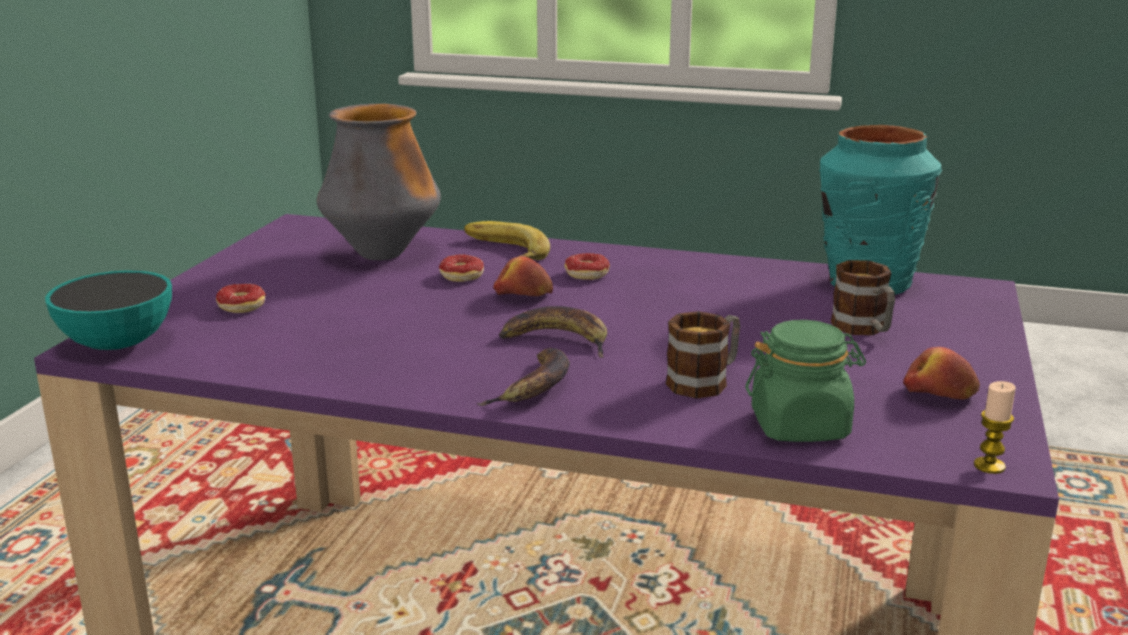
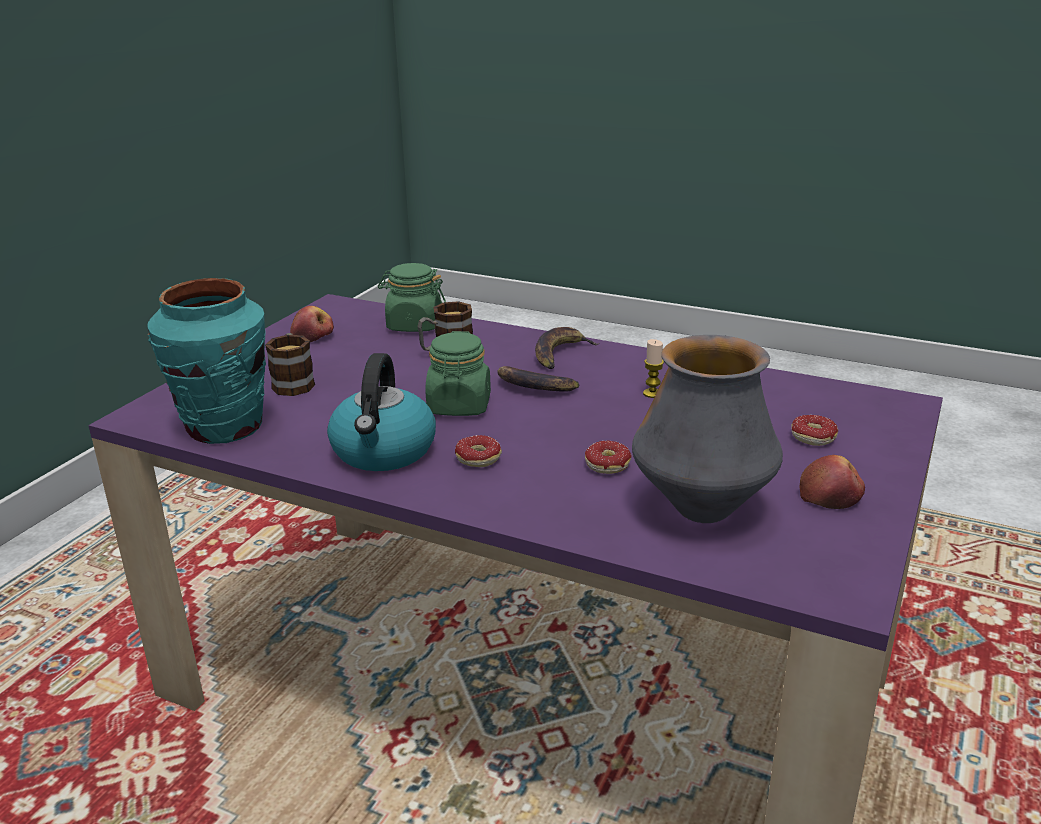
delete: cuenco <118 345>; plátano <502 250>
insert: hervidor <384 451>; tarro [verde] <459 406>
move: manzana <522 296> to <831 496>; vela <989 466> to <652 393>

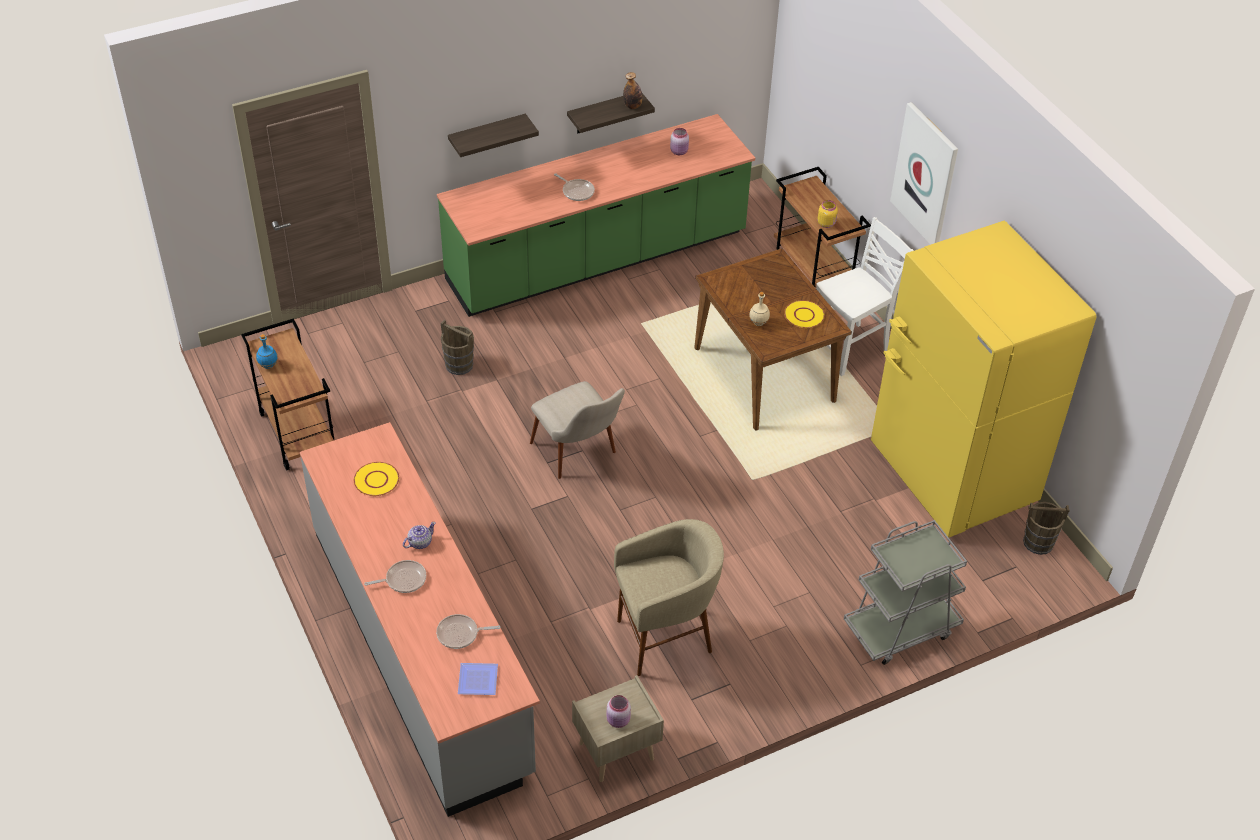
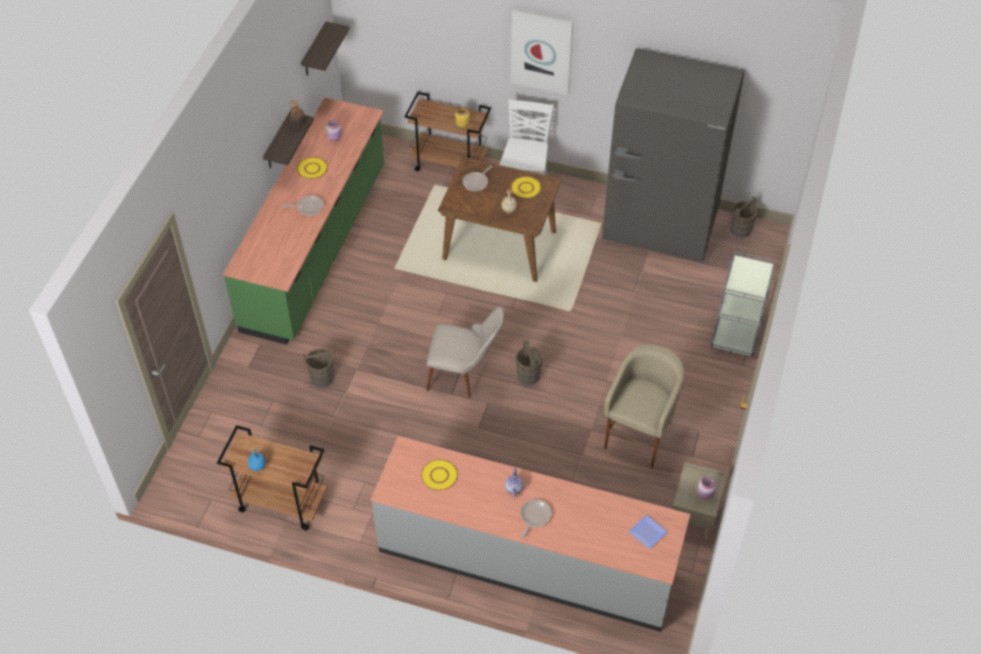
insert: plato [amarillo] <312 168>; cubo [marrón] <528 376>
move: sartén <460 634> to <476 182>; estante <487 136> to <314 51>
recolor: nevera [amarillo] <951 475> to nevera [gris] <660 227>

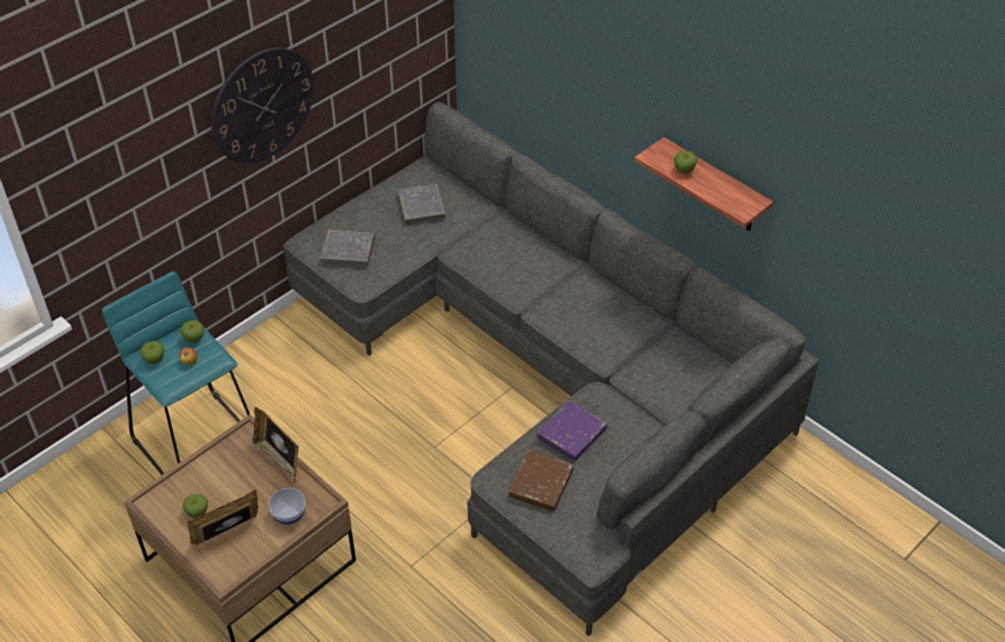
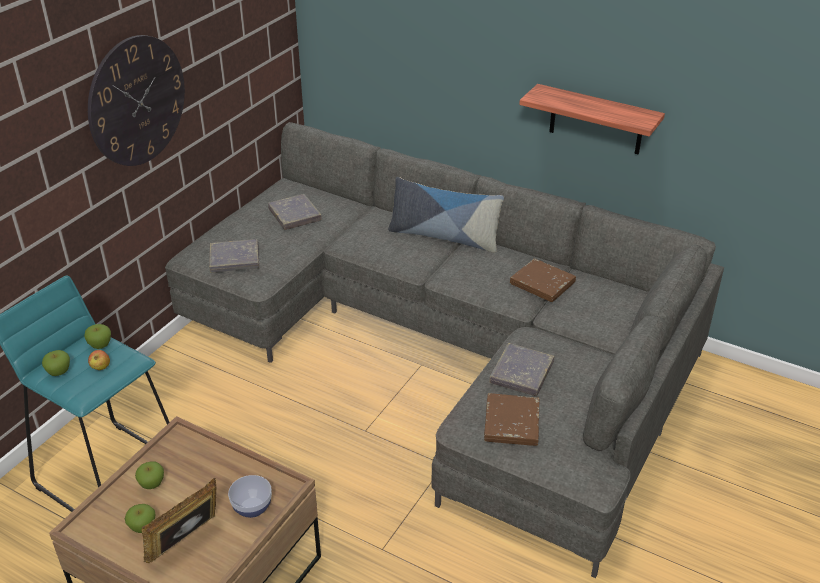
delete: portarretratos <279 460>
insert: cojín <444 236>; libro [marrón] <542 283>
move: manzana <684 170> to <152 484>
recolor: libro [morado] <572 433> to libro [gris] <521 373>

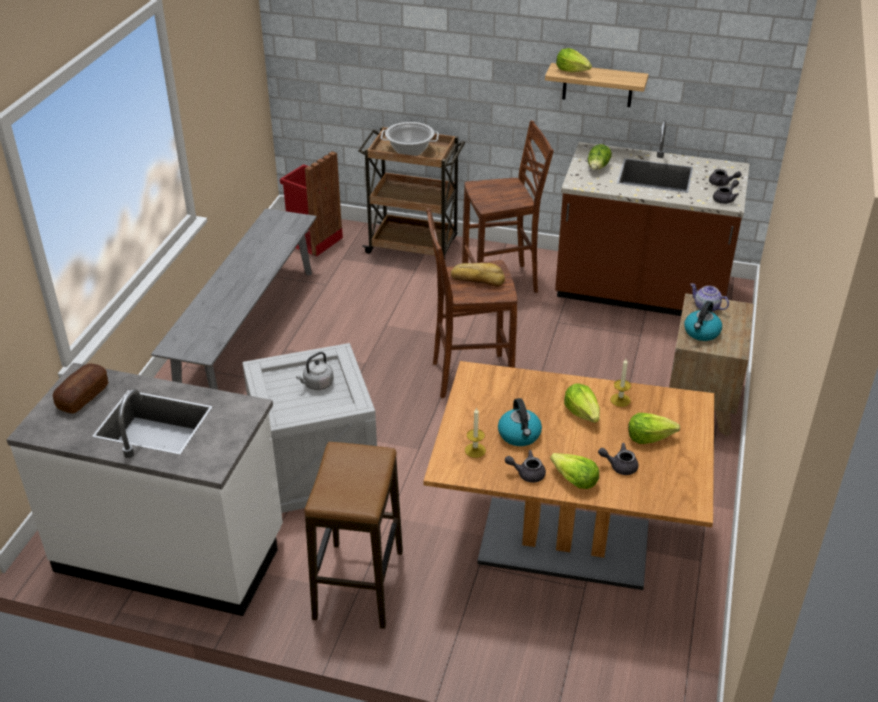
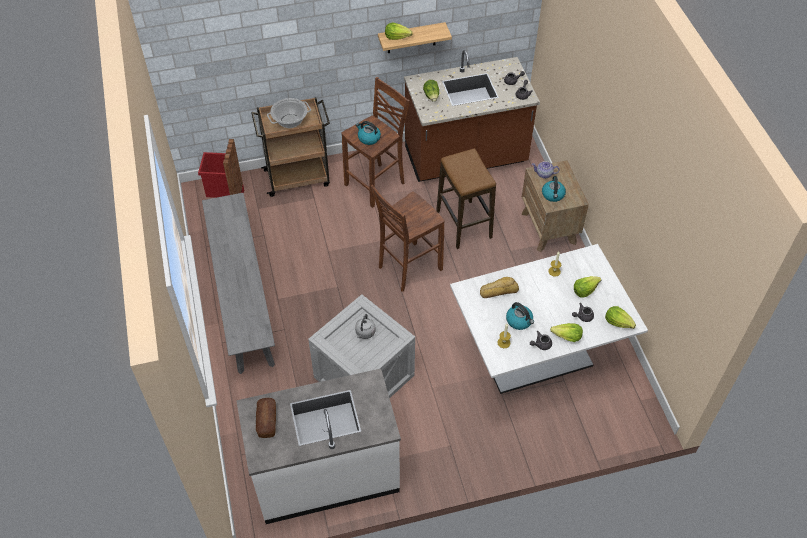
insert: hervidor <368 138>
move: taburete <358 584> to <463 224>; pan <478 279> to <498 290>; lechuga <582 413> to <618 322>
recolor: mesa de comedor [marrón] <564 543> to mesa de comedor [blanco] <536 358>

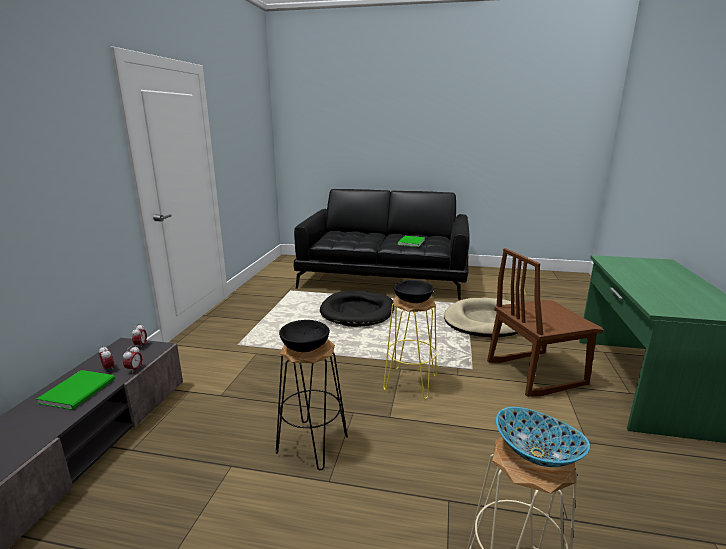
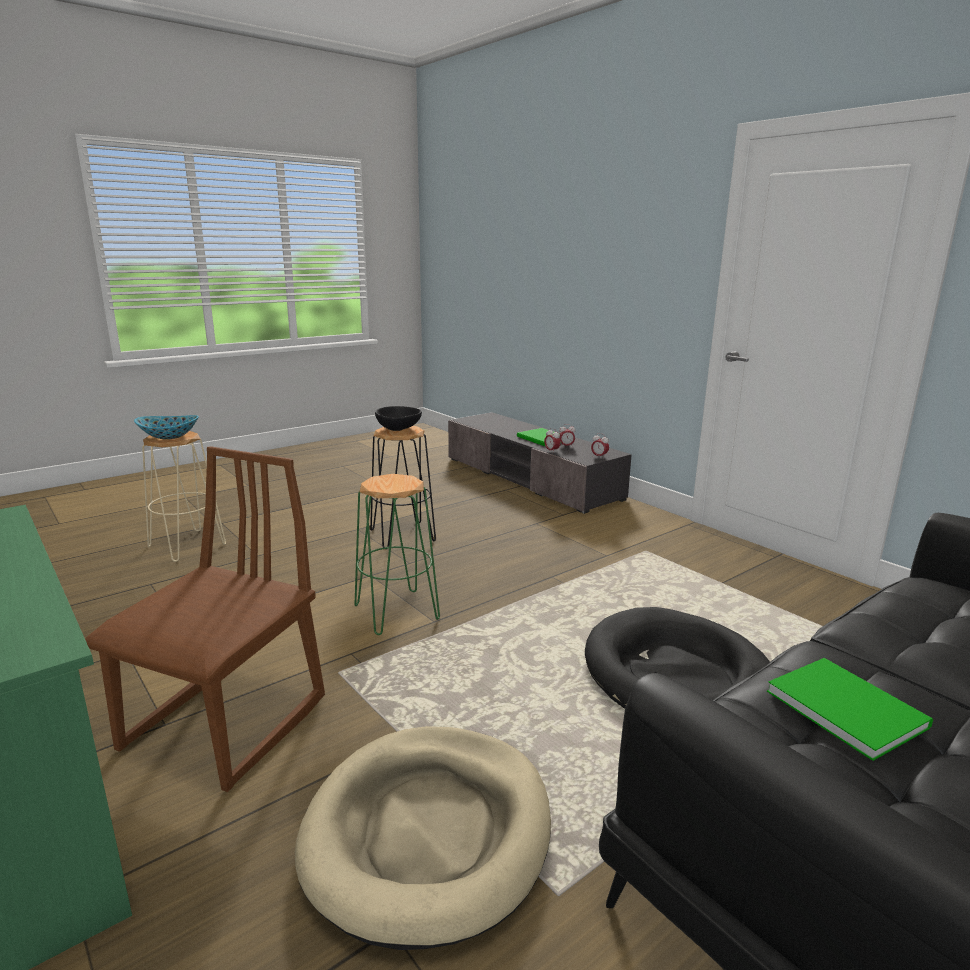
delete: cuenco [negro] <412 301>
recolor: taburete [amarillo] <410 383> to taburete [verde] <396 612>

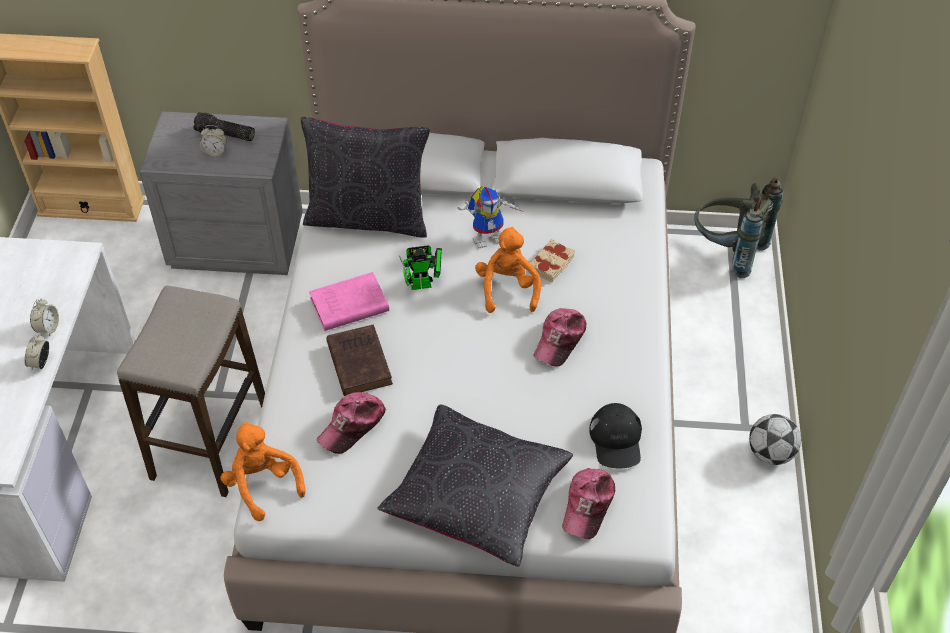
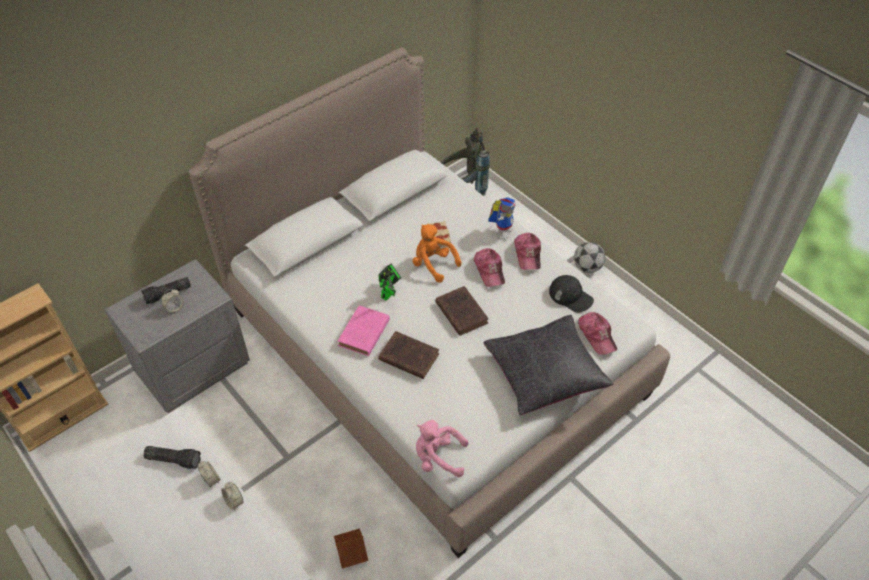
delete: taburete <211 441>; cojín [negro] <368 217>
insert: linterna <174 459>; casita <350 551>; libro [marrón] <460 312>
move: gorra <352 426> to <528 254>; robot de juguete <489 236> to <502 231>
recolor: peluche [naranja] <263 484> to peluche [rosa] <438 457>

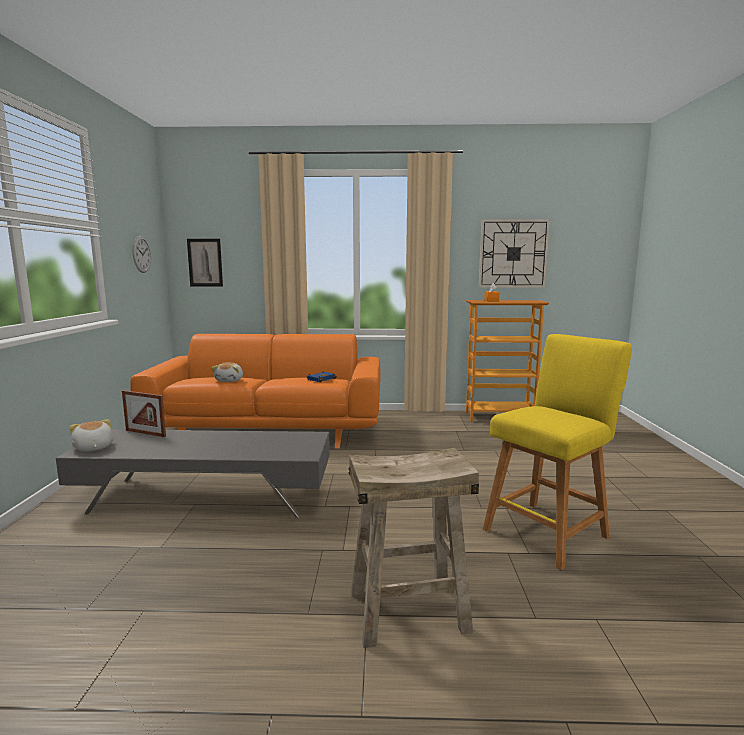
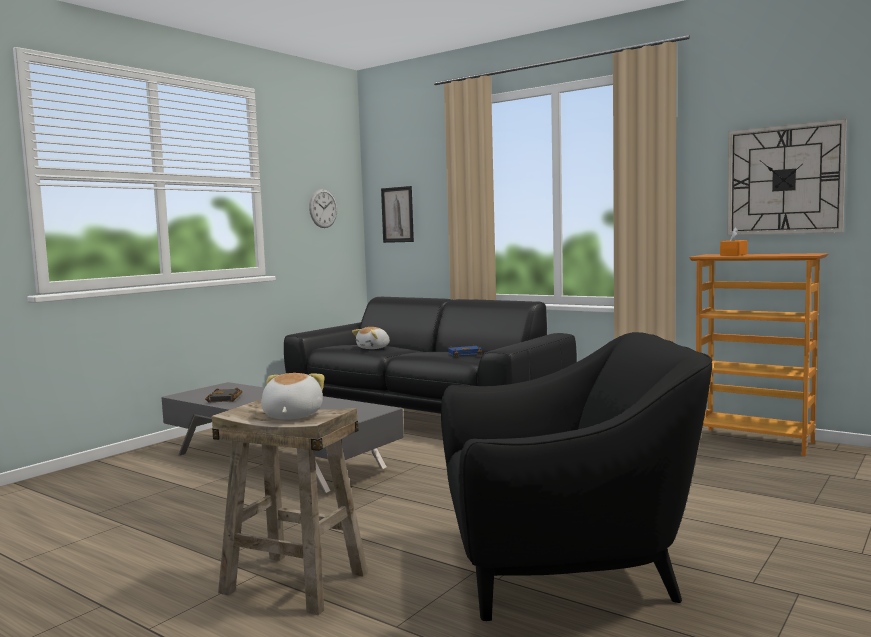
delete: portarretratos <145 433>
insert: libro [negro] <225 399>
move: peluche <93 448> to <291 416>
replace: taburete [amarillo] <548 531> to sillón [negro] <564 567>
recolor: sofá [naranja] <270 429> to sofá [negro] <426 414>

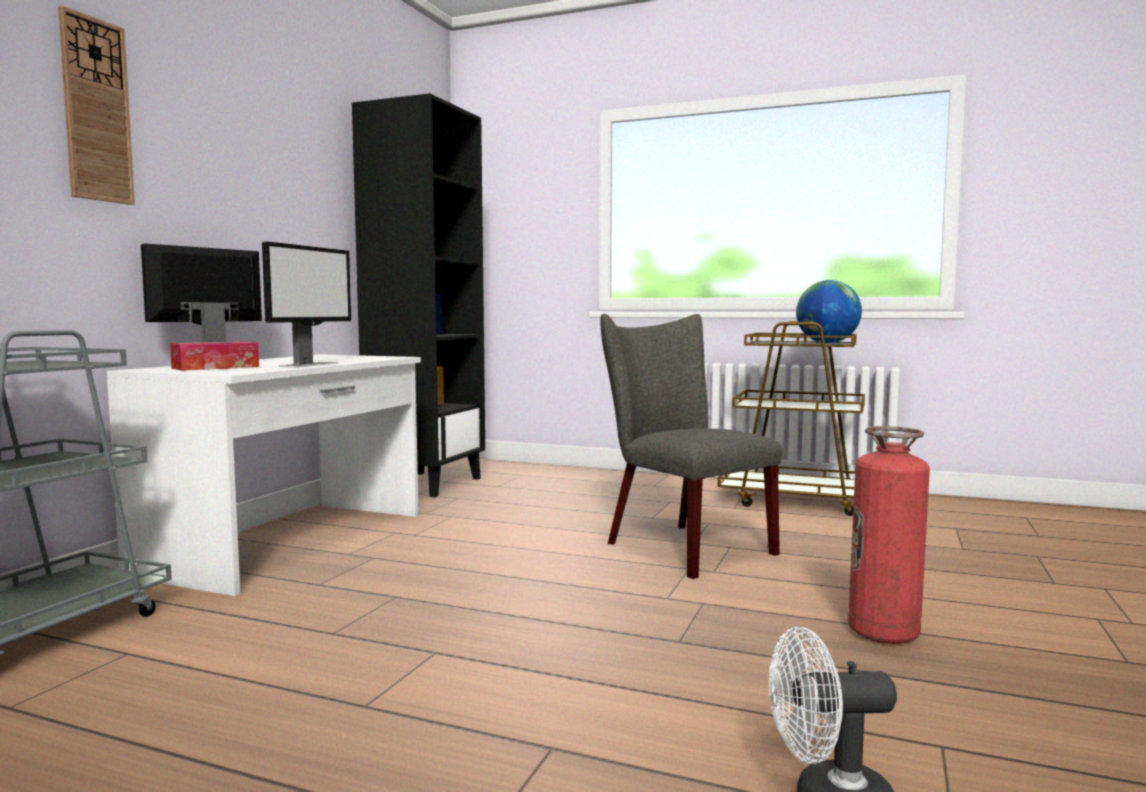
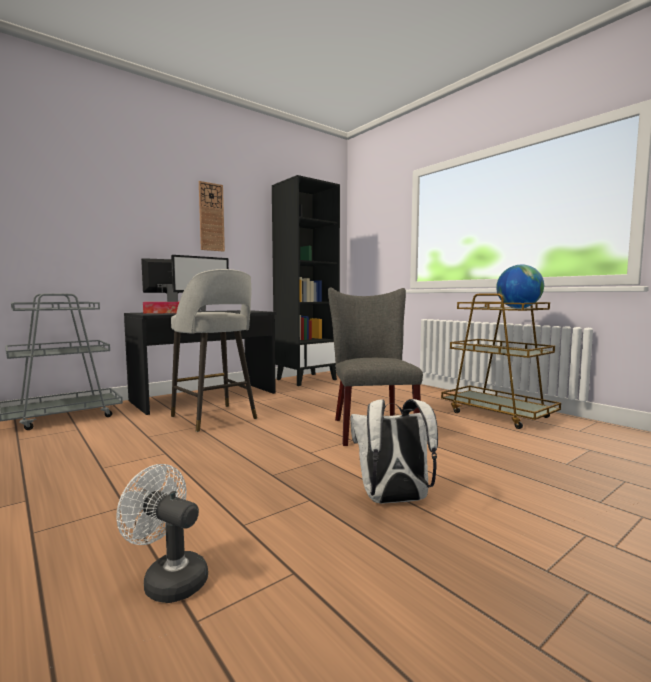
insert: taburete [gris] <214 418>
move: reloj de pared <96 110> to <211 217>
replace: extintor <883 633> to mochila [blanco] <393 500>
recolor: escritorio [blanco] <291 542> to escritorio [negro] <205 397>

